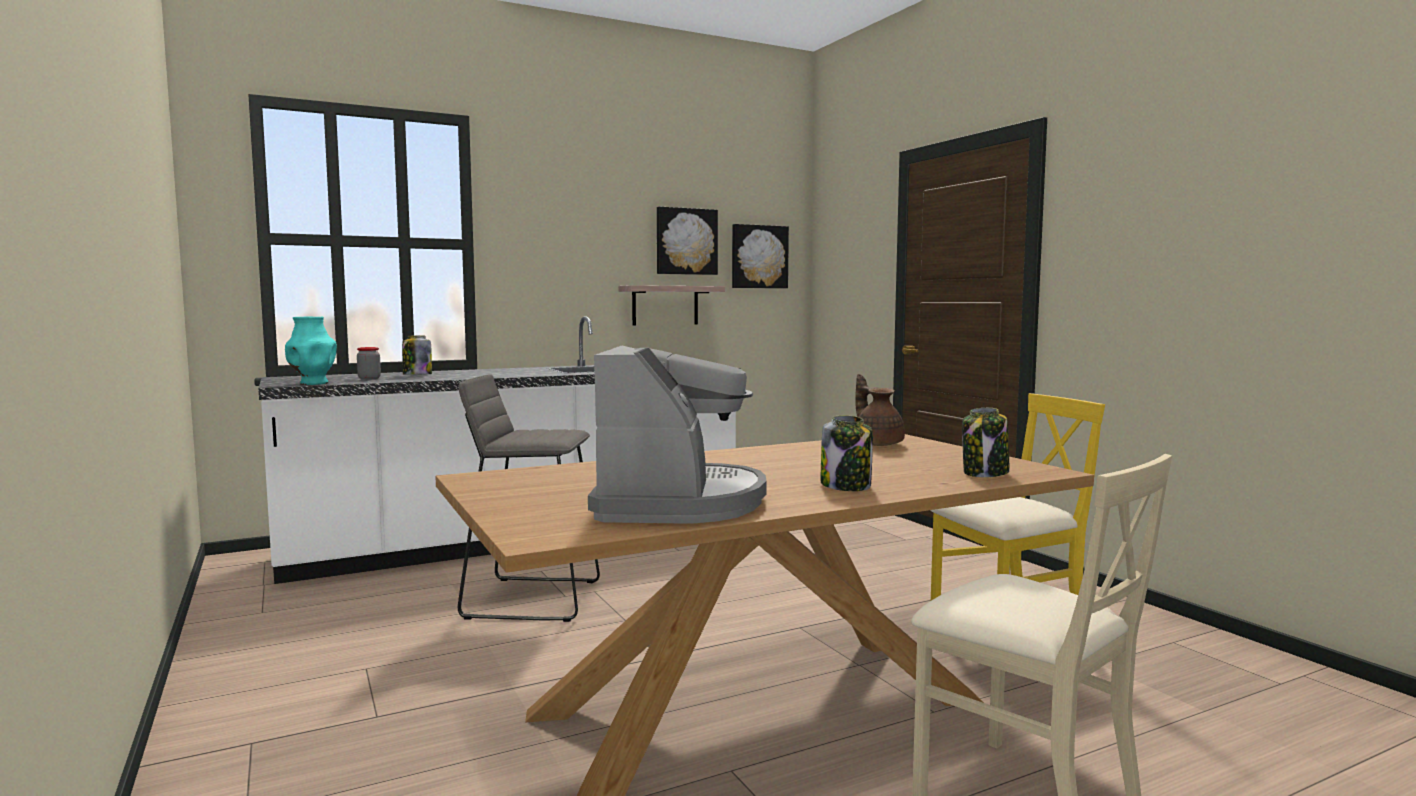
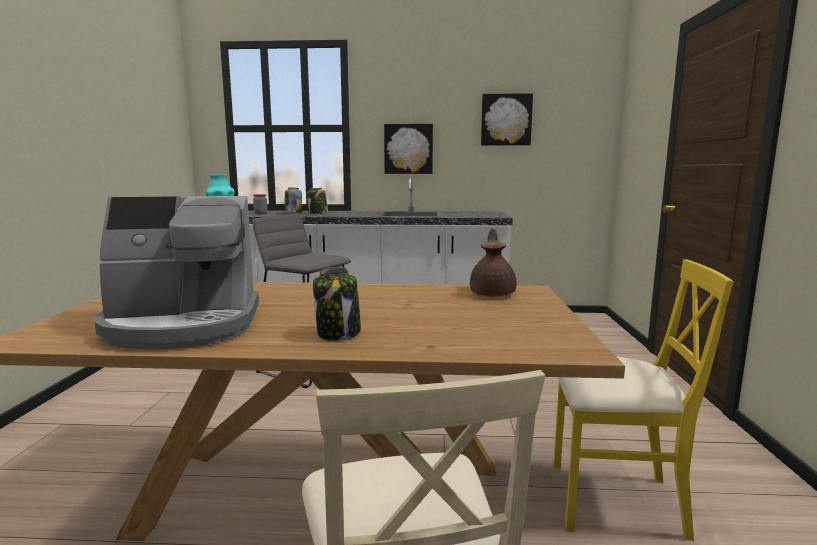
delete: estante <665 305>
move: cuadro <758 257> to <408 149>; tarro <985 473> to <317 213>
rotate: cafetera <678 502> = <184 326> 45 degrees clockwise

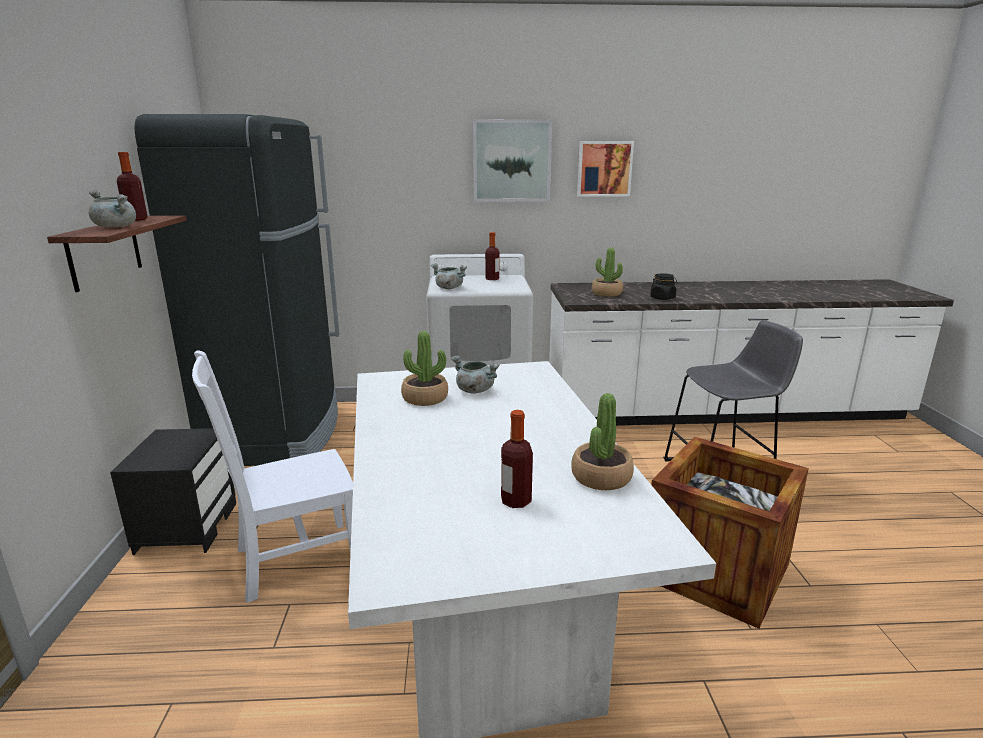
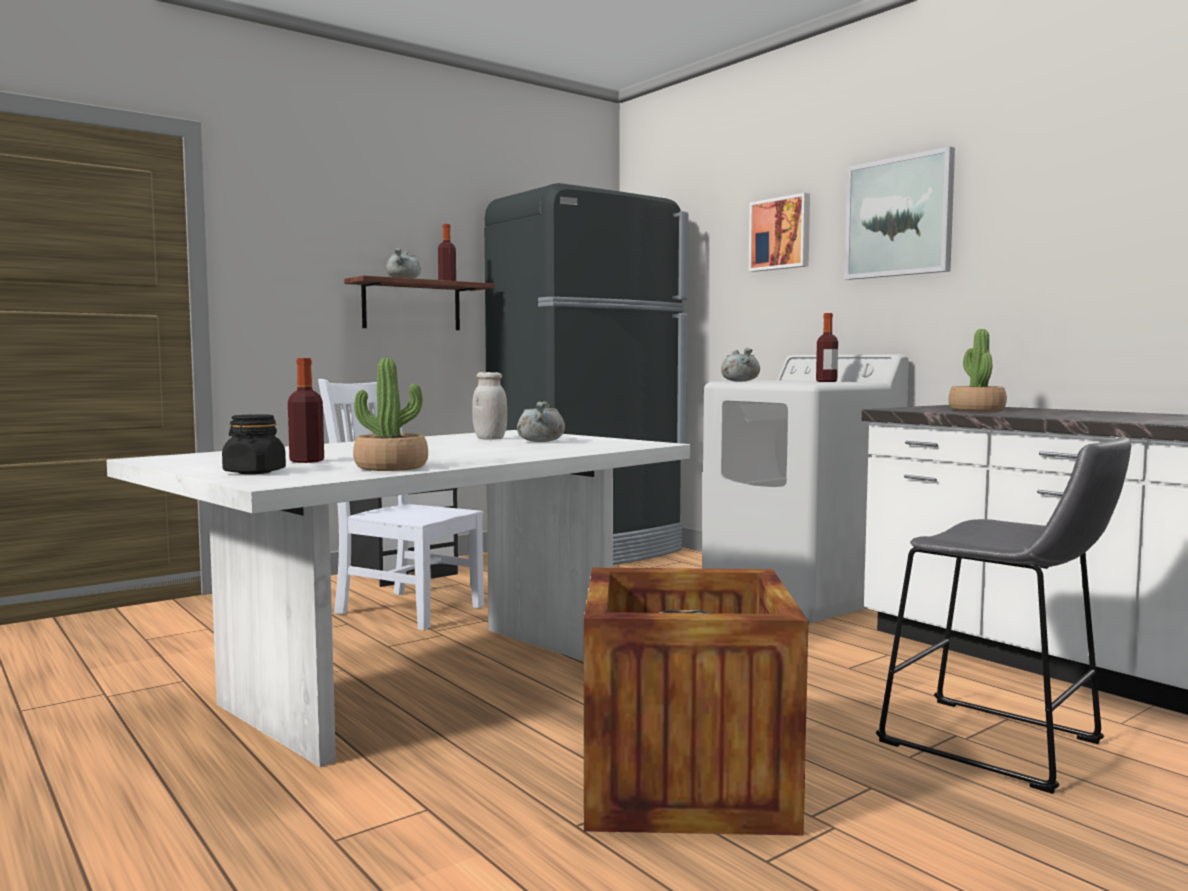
move: cuadro <604 169> to <781 234>; tarro [negro] <662 298> to <254 472>
replace: planta en maceta <425 398> to tarro [blanco] <490 438>

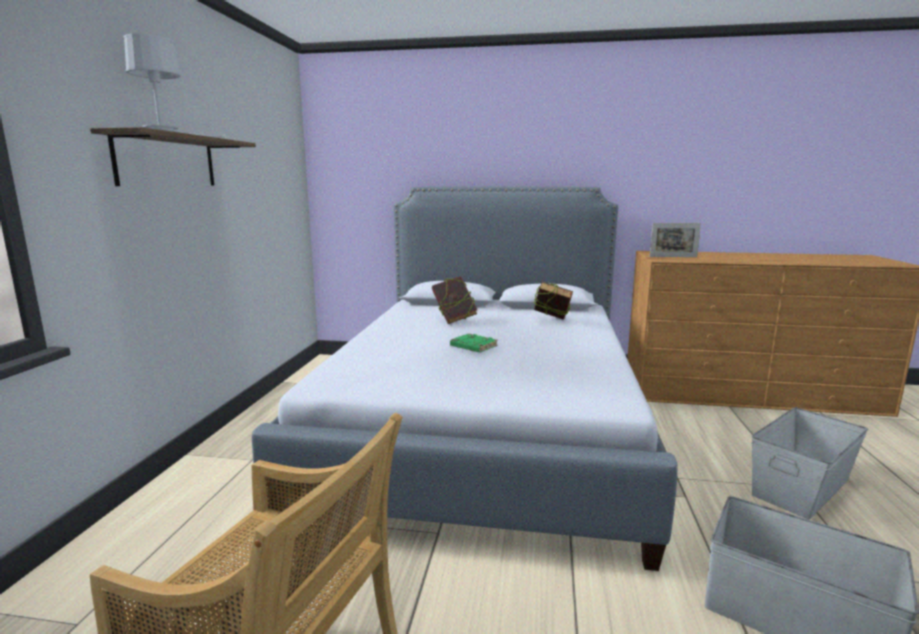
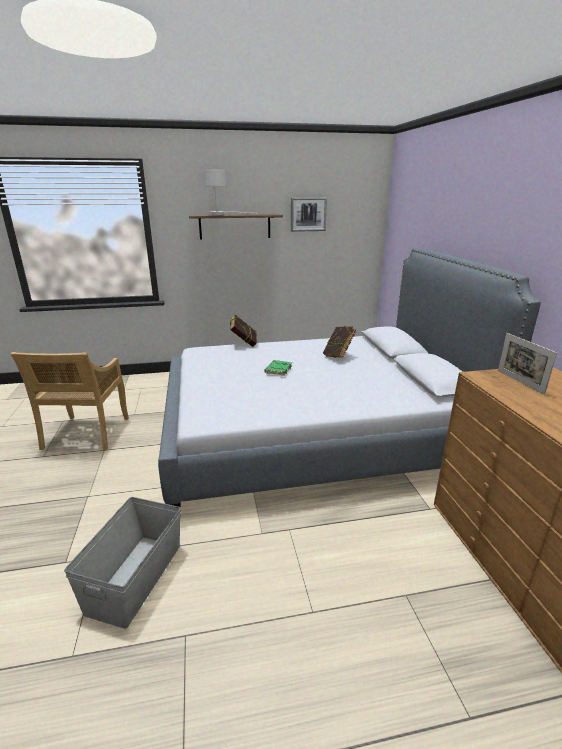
delete: caja de almacenaje [gris] <802 487>
insert: cuadro <308 214>
move: libro <551 321> to <244 344>

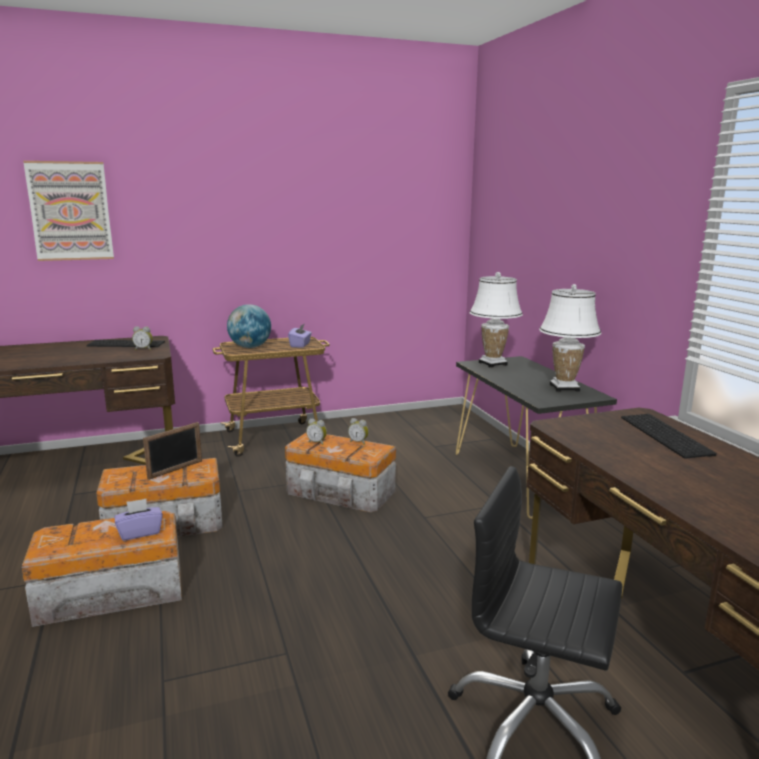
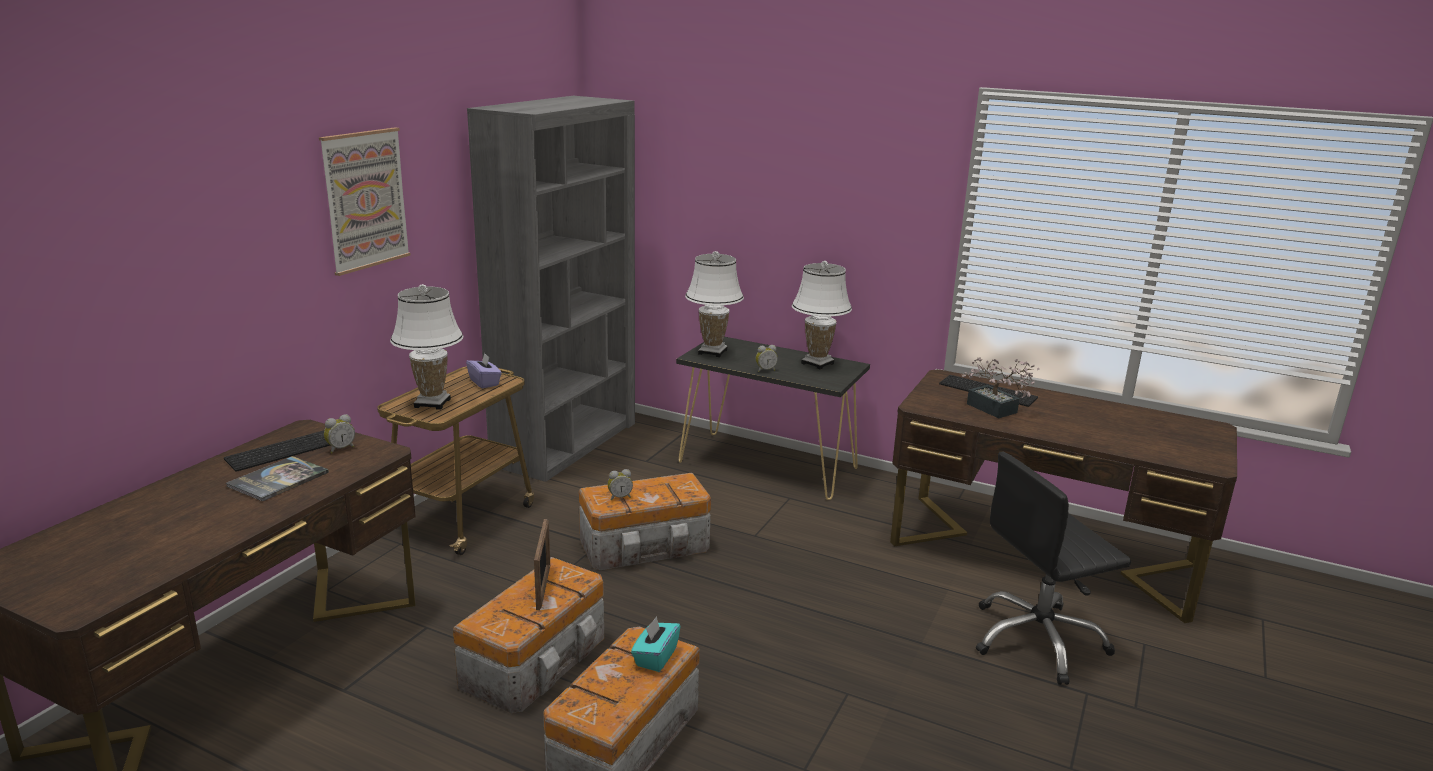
insert: libro <278 480>; estantería [gris] <566 443>; planta en maceta <995 410>
move: cuadro <70 211> to <365 199>; despertador <358 442> to <765 370>
replace: globo terráqueo <250 347> to lámpara de mesa [blanco] <432 403>
recolor: caja de pañuelos [morado] <140 532> to caja de pañuelos [turquesa] <655 657>

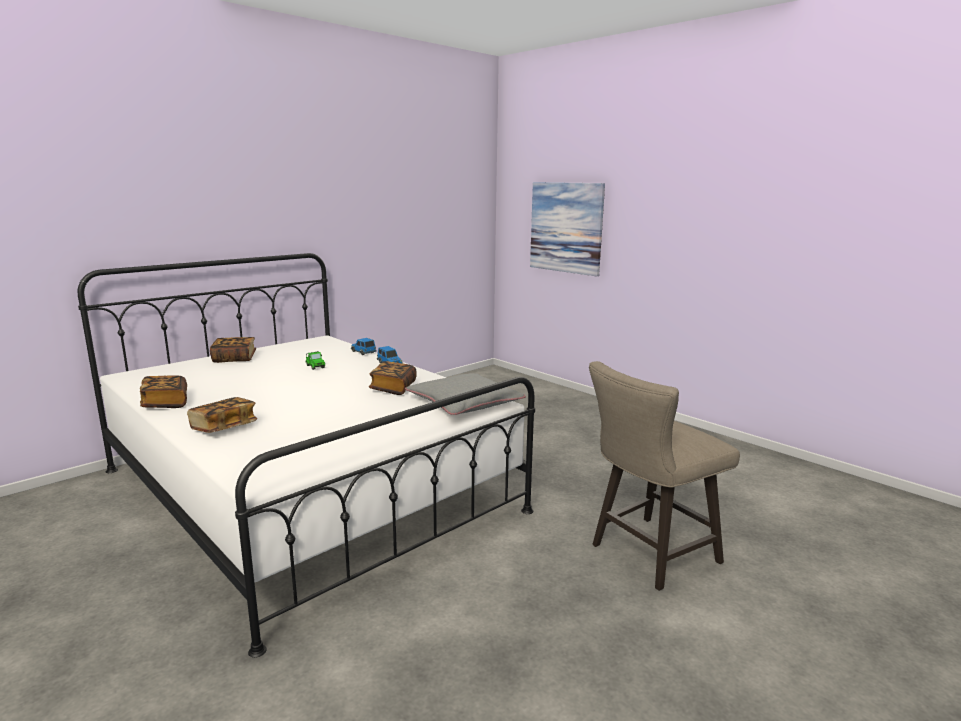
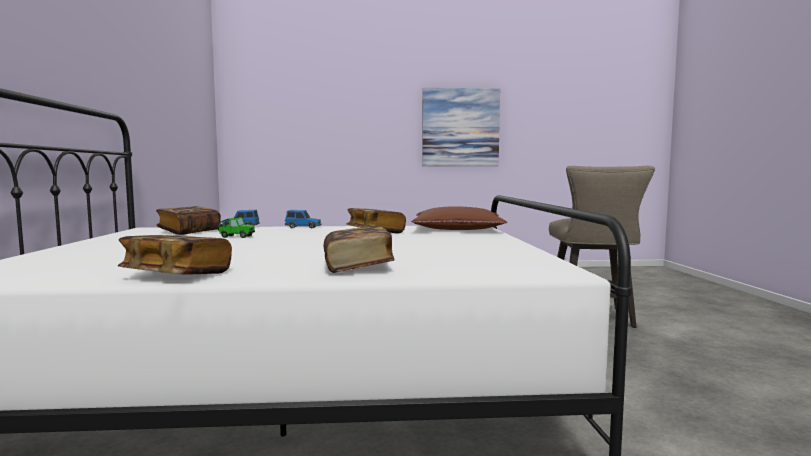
move: libro <234 359> to <189 232>; cuadro <566 227> to <460 127>
recolor: cojín [gris] <464 403> to cojín [marrón] <457 229>

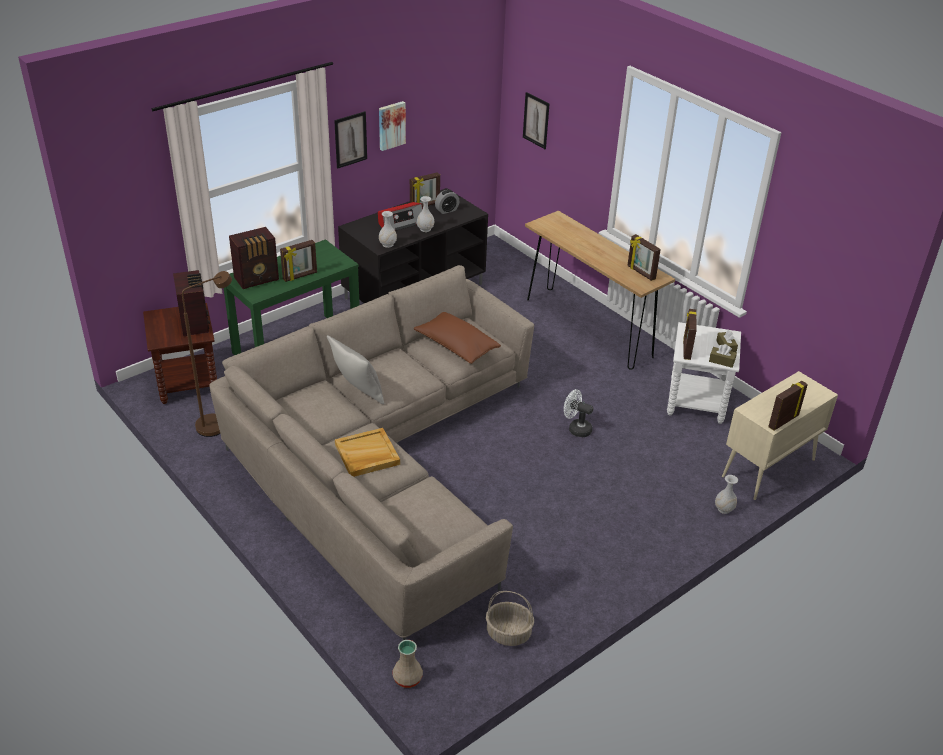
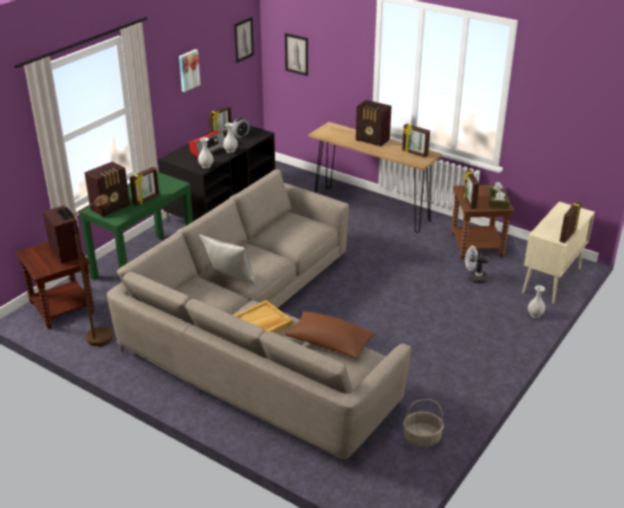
delete: florero [beis] <407 677>
insert: radio <373 140>
move: cuadro <350 139> to <243 39>; cojín [marrón] <456 346> to <329 343>; ventilador [blanco] <576 429> to <474 278>
recolor: mesa auxiliar [blanco] <697 401> to mesa auxiliar [marrón] <477 245>

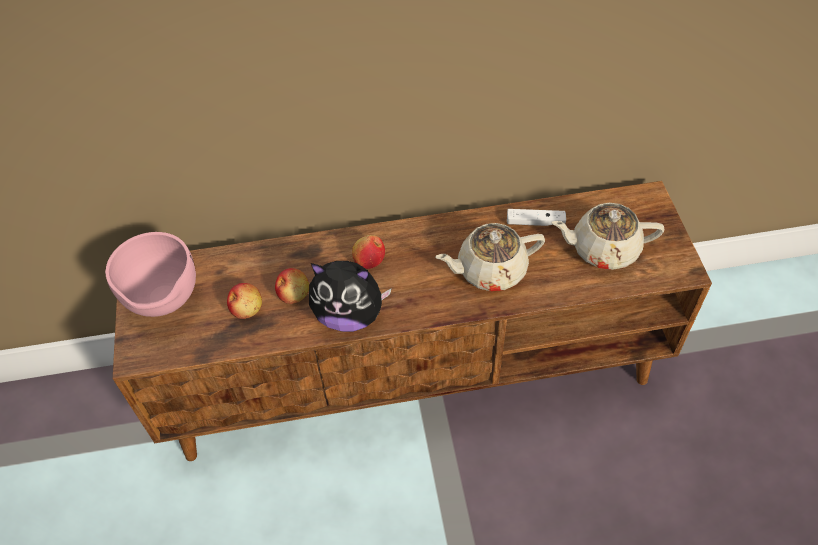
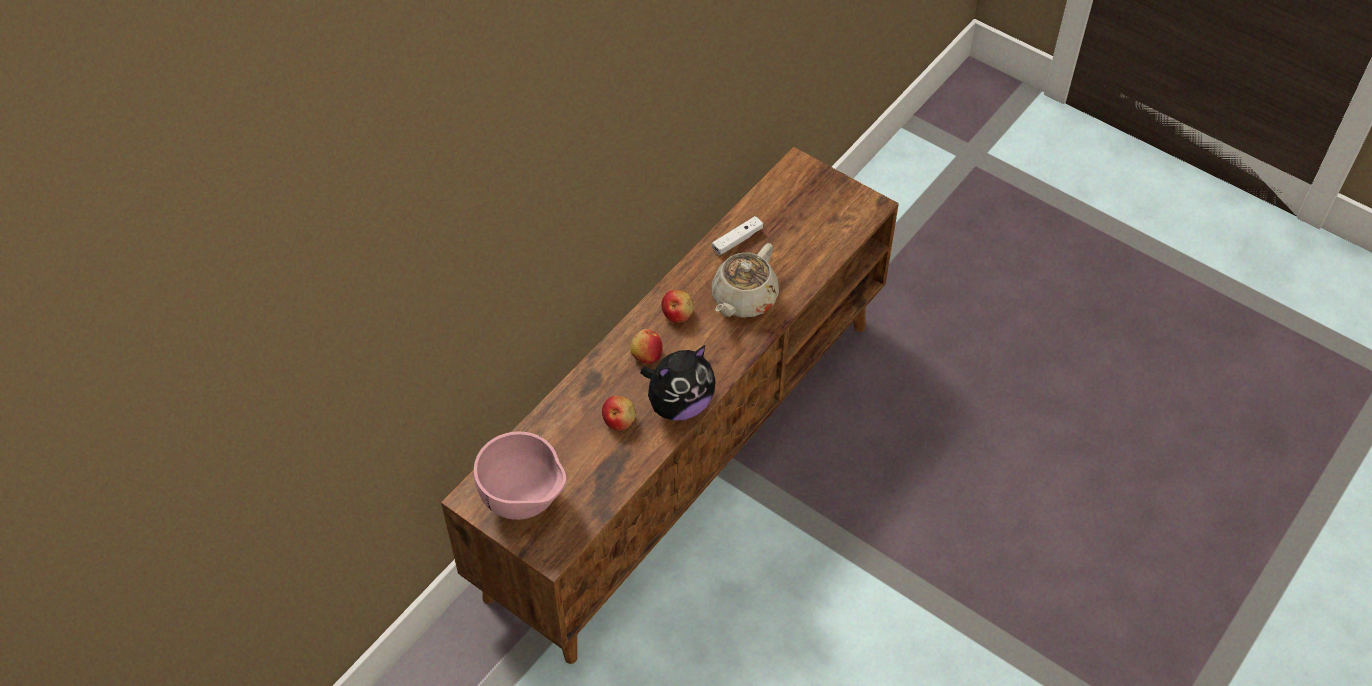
delete: tetera [beis] <603 249>
move: manzana <247 309> to <677 314>

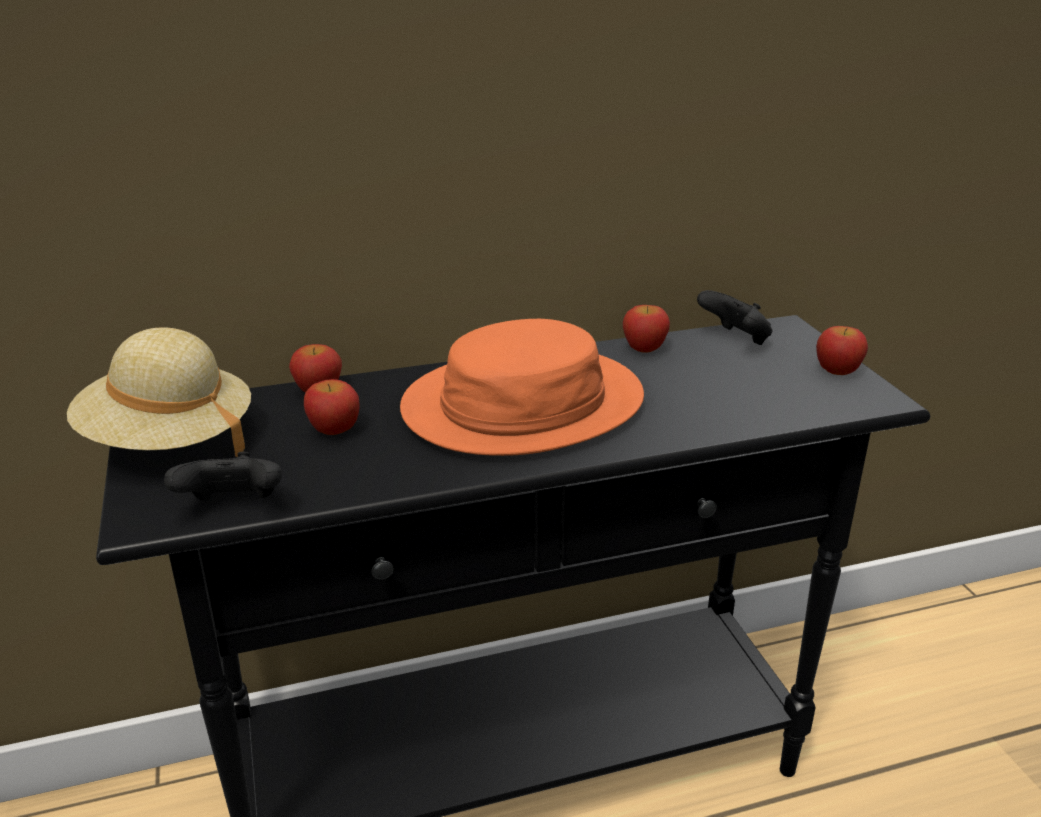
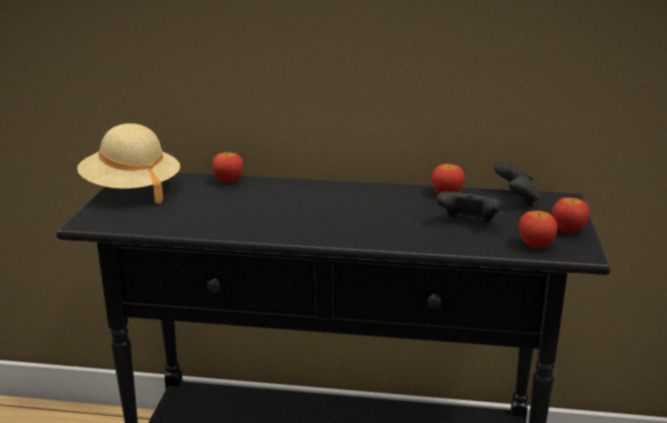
delete: sombrero [naranja] <522 404>
move: mando de consola [negro] <233 507> to <468 223>; manzana <334 430> to <535 245>

